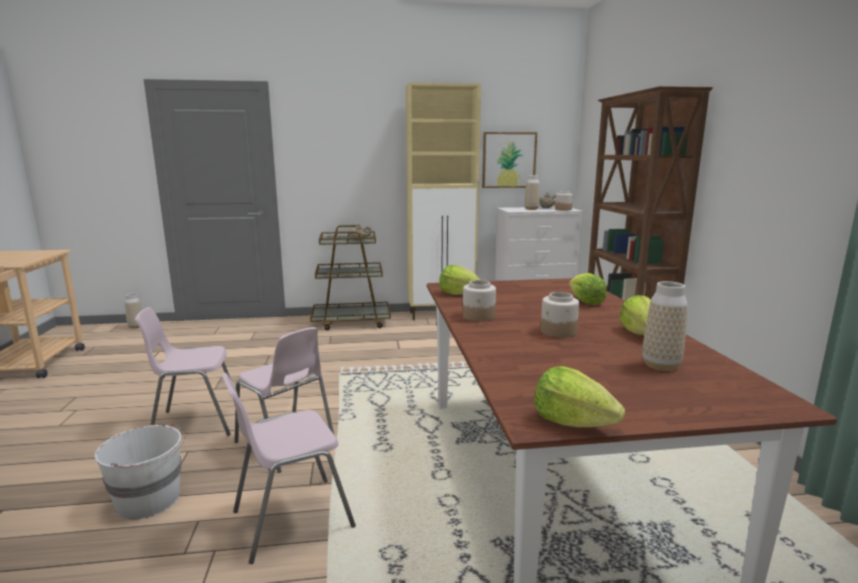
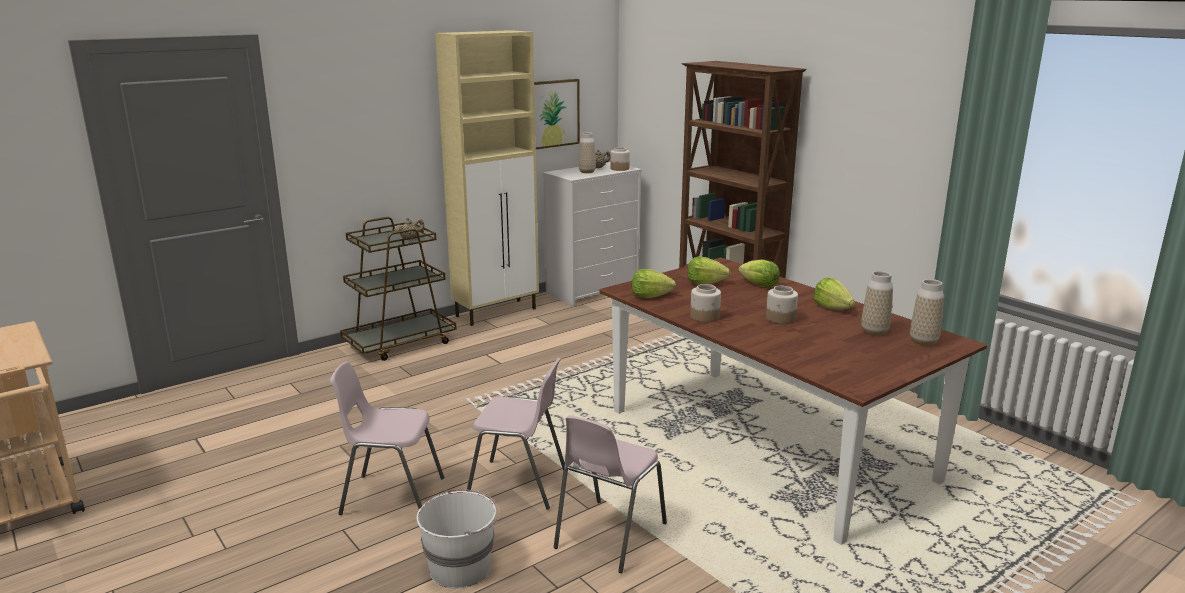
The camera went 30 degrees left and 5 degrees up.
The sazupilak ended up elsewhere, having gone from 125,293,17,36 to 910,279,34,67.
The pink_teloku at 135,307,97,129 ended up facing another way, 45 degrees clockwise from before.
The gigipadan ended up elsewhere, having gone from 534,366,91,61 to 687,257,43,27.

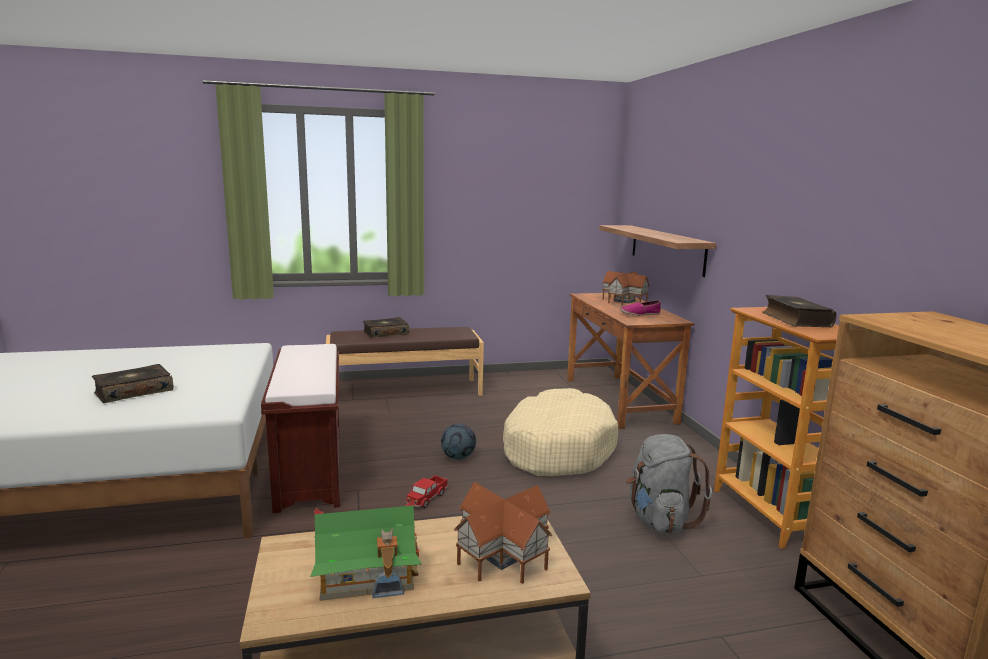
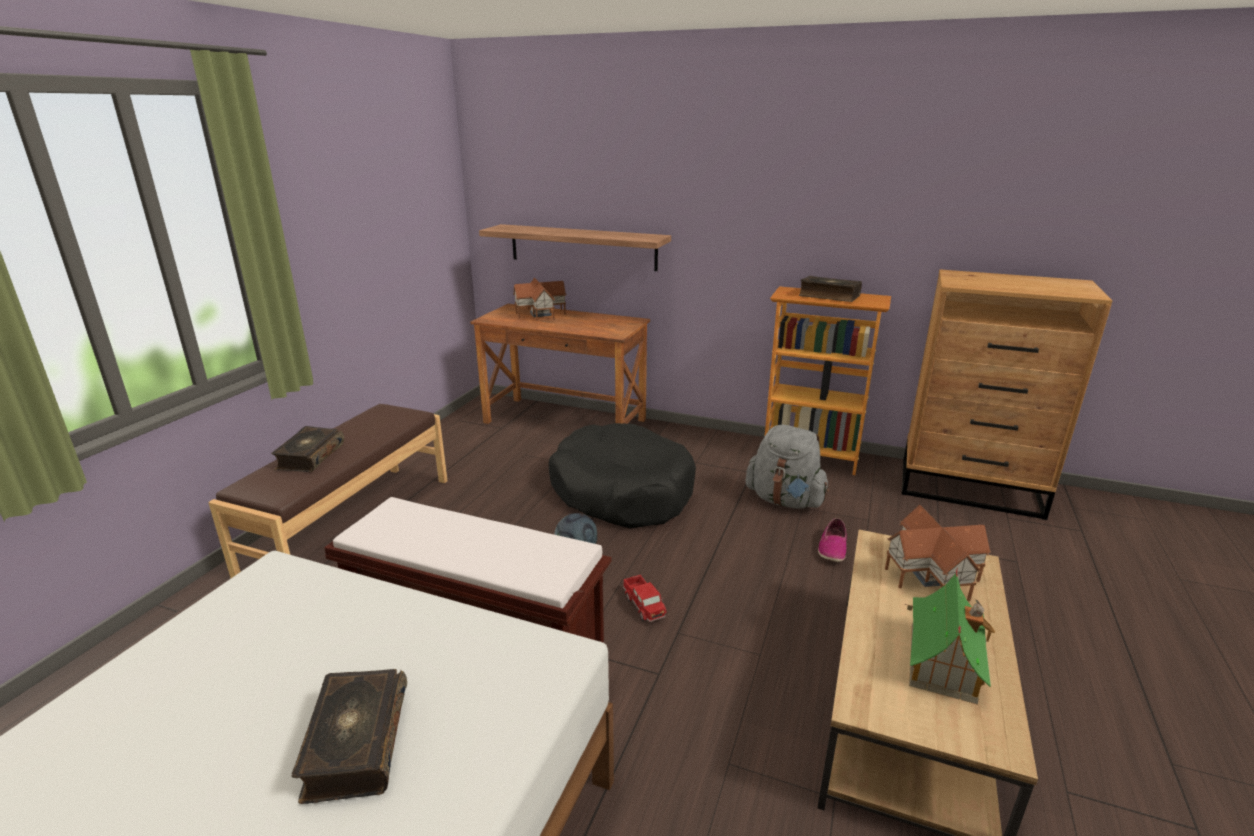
The camera went 55 degrees left and 10 degrees up.
The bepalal ended up elsewhere, having gone from 620,300,41,16 to 818,518,29,44.
What was the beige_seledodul at 503,388,115,88 turned into the black_seledodul at 549,423,147,106.

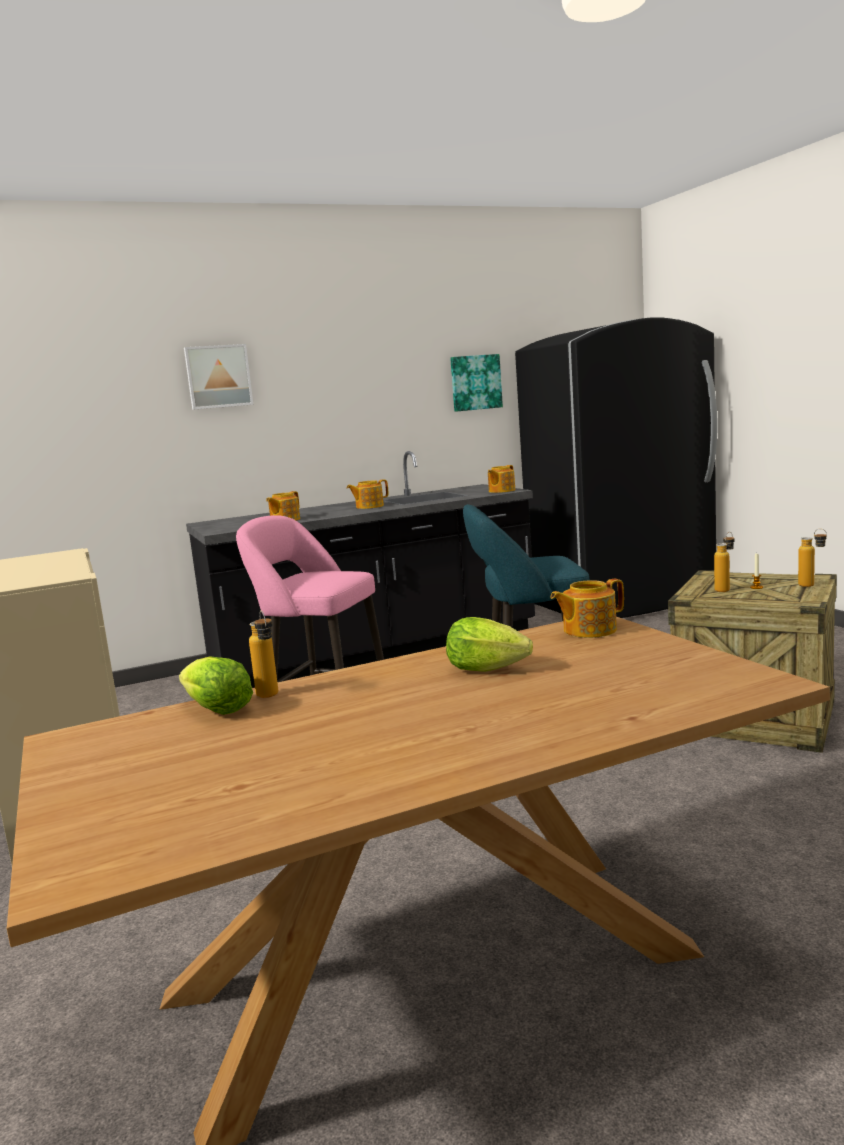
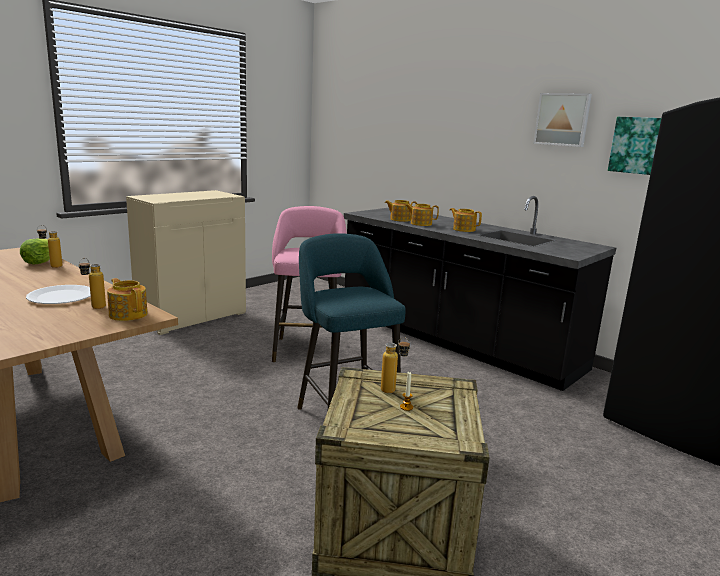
The camera went 65 degrees right and 5 degrees up.
The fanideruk ended up elsewhere, having gone from 184,344,70,66 to 533,93,59,54.
The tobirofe ended up elsewhere, having gone from 488,465,27,28 to 405,204,34,22.
The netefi ended up elsewhere, having gone from 798,528,29,59 to 79,258,27,51.
Where the gigipadan stood at 446,617,87,55, the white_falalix came to stand at 26,285,65,19.

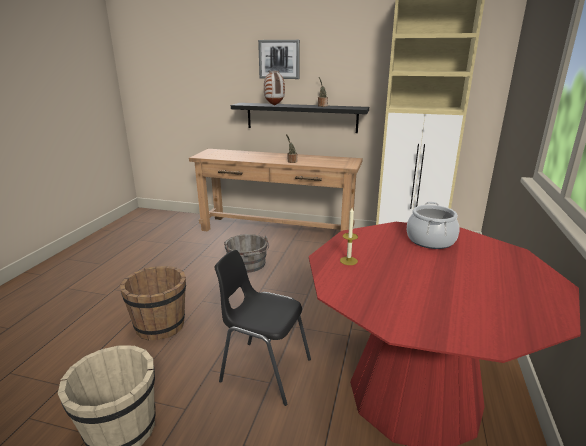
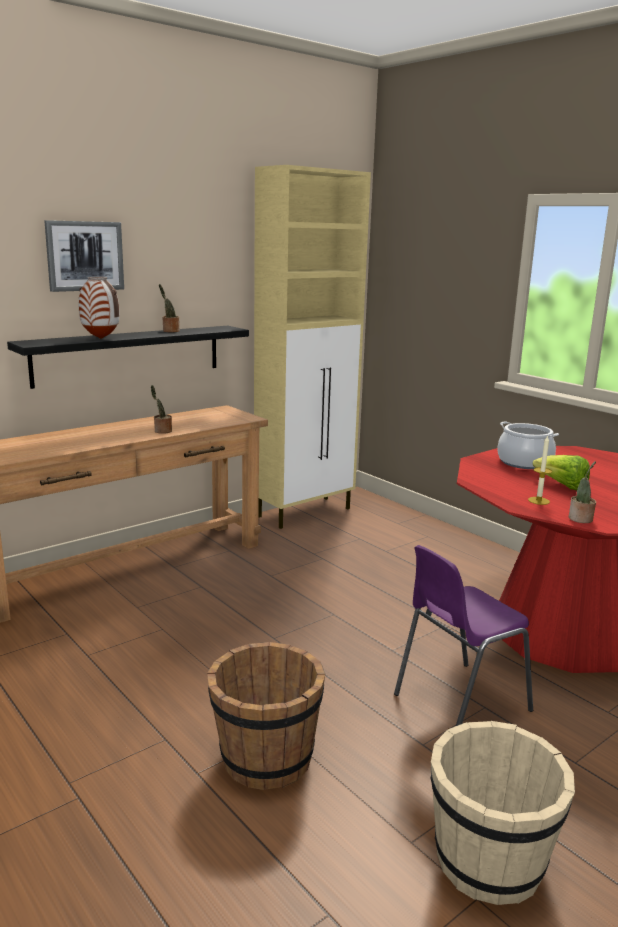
The camera went 55 degrees left and 5 degrees down.
The second view lost the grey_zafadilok at 224,234,45,39.
What was the black_teloku at 215,250,96,156 turned into the purple_teloku at 394,545,139,181.
The second view gained the gigipadan at 533,455,57,35.
The second view gained the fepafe at 569,461,27,62.

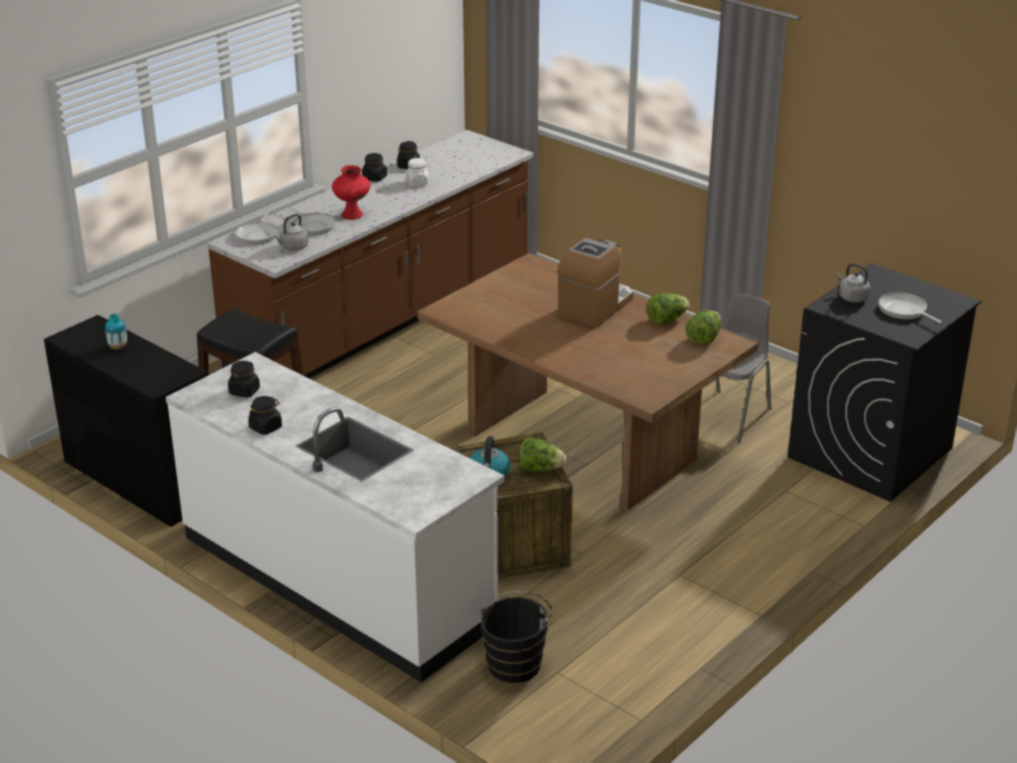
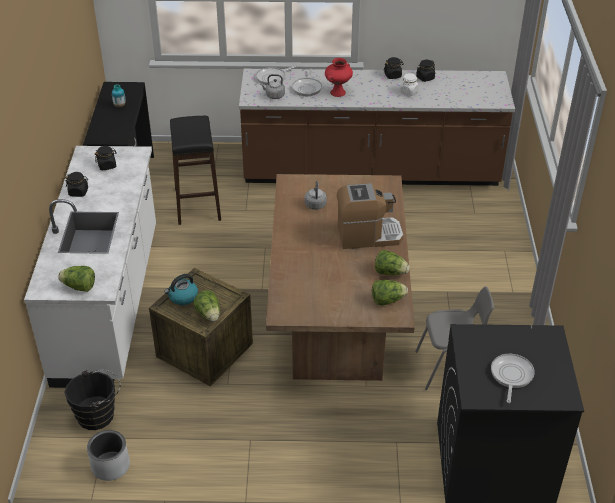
The camera went 50 degrees right and 10 degrees up.
The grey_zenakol ended up elsewhere, having gone from 836,263,34,40 to 305,181,22,29.
The second view gained the gigipadan at 58,266,37,26.
The second view gained the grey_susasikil at 87,430,43,51.

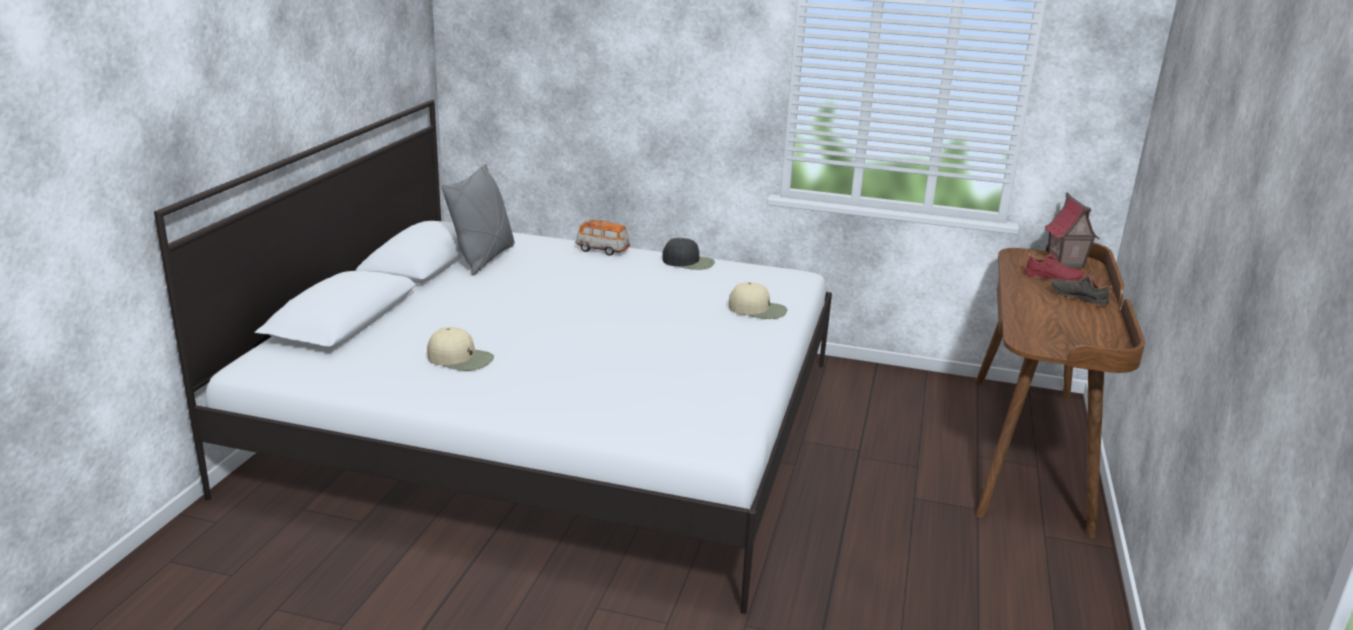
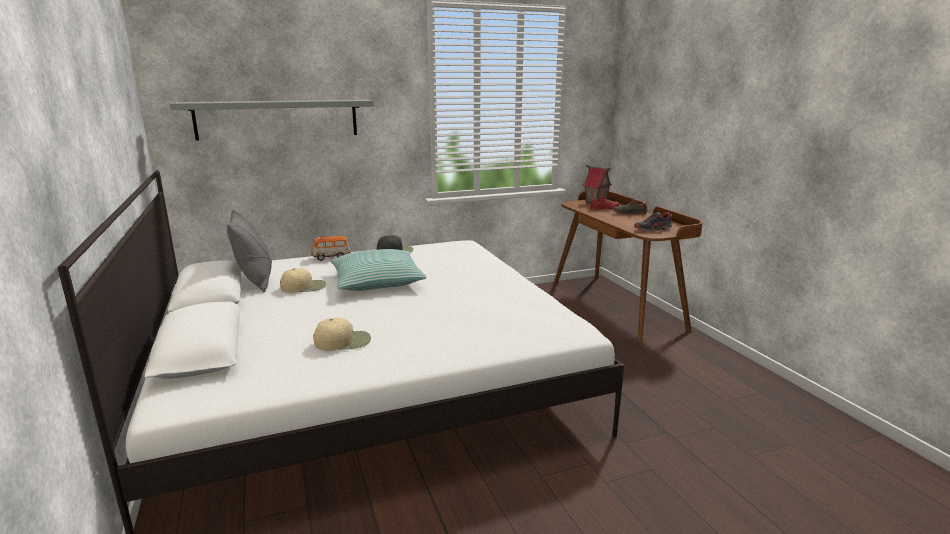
The camera went 35 degrees left and 5 degrees down.
The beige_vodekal ended up elsewhere, having gone from 729,282,58,37 to 280,268,46,25.
The second view gained the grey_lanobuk at 169,100,205,41.
The second view gained the bepalal at 634,212,38,20.
The second view gained the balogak at 330,249,97,42.

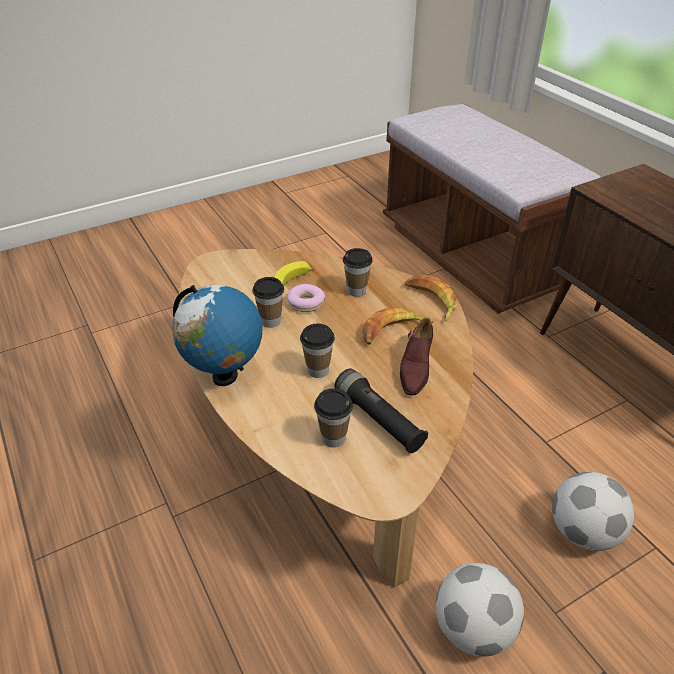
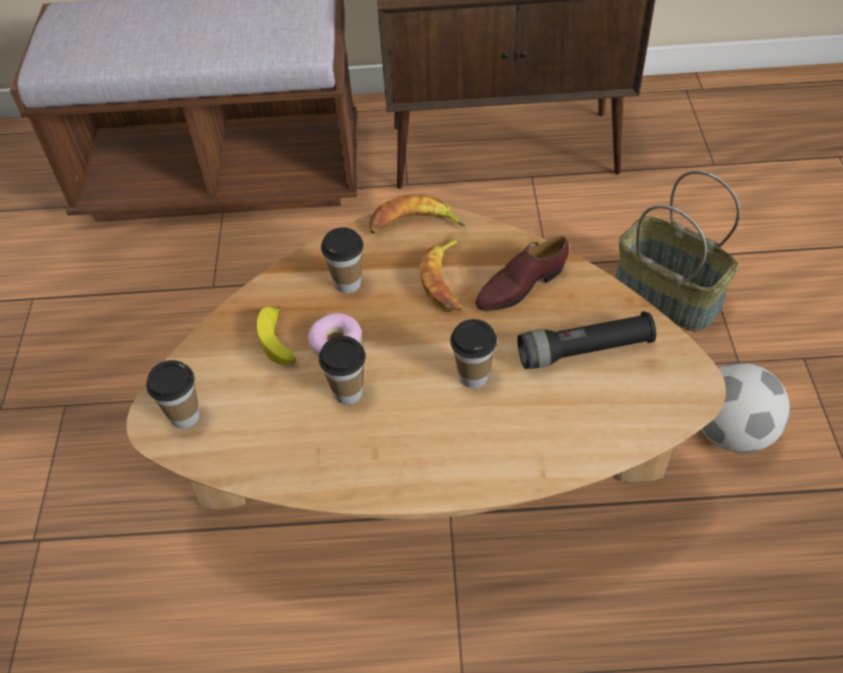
The camera went 60 degrees left and 10 degrees up.
The second view lost the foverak at 172,285,91,101.
The brown_bepalal at 400,318,33,77 ended up facing another way, 105 degrees clockwise from before.
The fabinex ended up elsewhere, having gone from 314,388,39,60 to 146,360,54,69.
Where the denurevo stood at 552,472,82,79, the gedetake came to stand at 615,171,125,161.

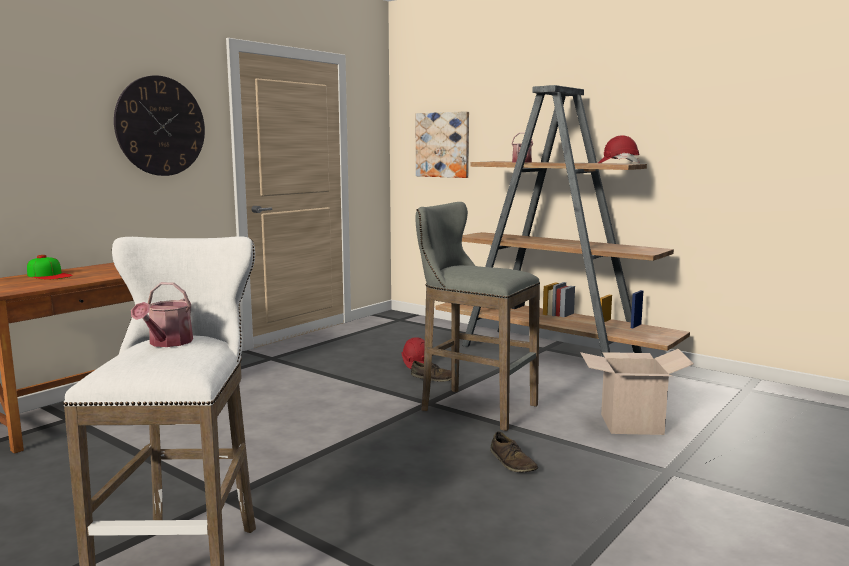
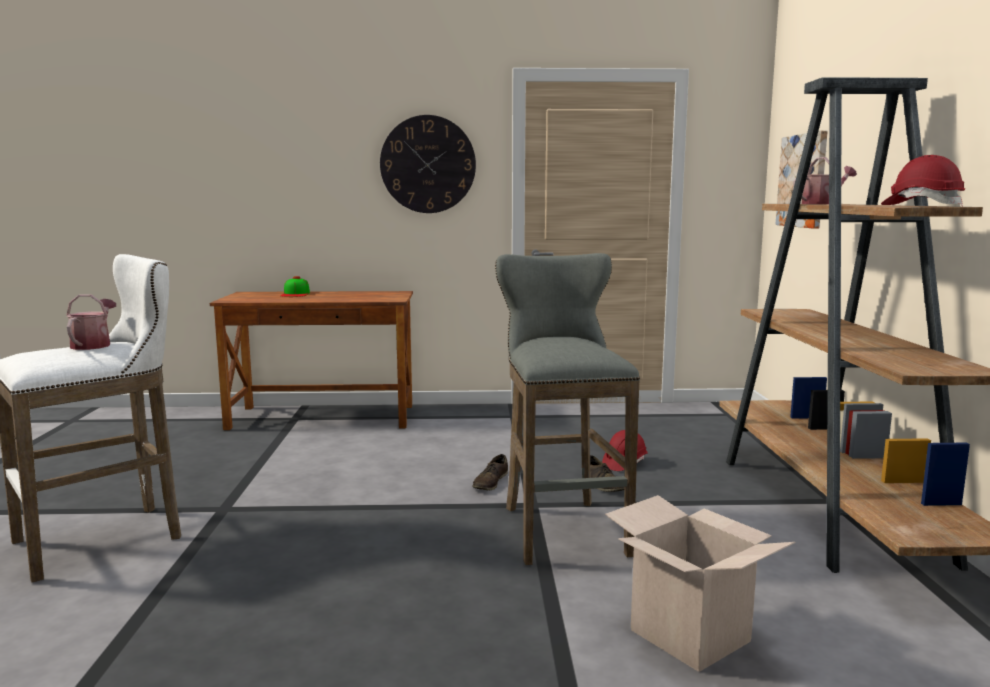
The camera went 50 degrees right and 0 degrees up.
The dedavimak at 131,282,62,65 ended up facing another way, 120 degrees clockwise from before.
The brown_bepalal ended up elsewhere, having gone from 490,431,48,41 to 473,454,35,36.

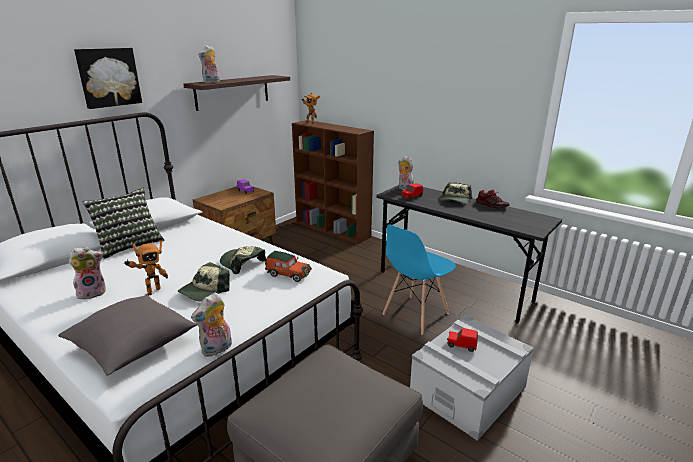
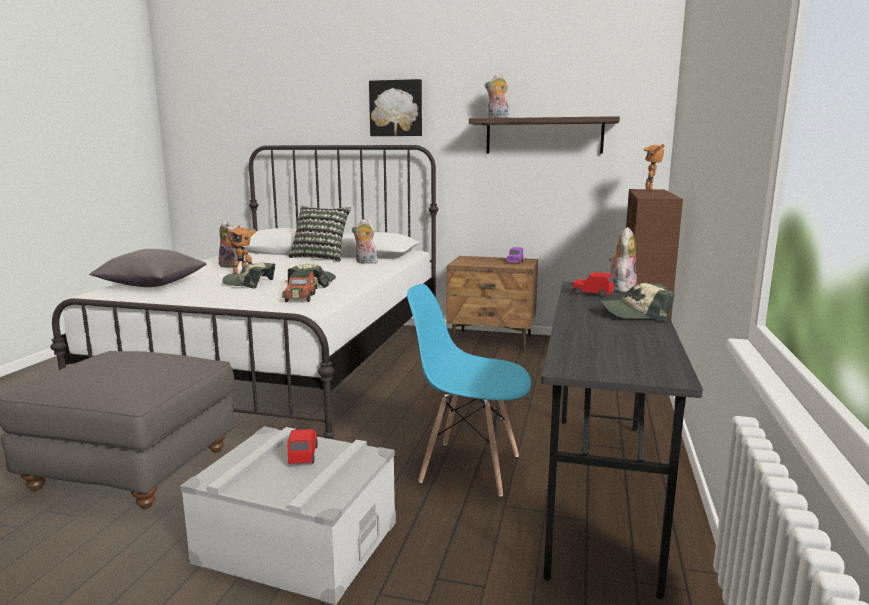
The camera went 65 degrees right and 10 degrees down.
The second view lost the bepalal at 476,189,34,19.
The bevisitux ended up elsewhere, having gone from 191,292,41,65 to 352,219,26,45.

